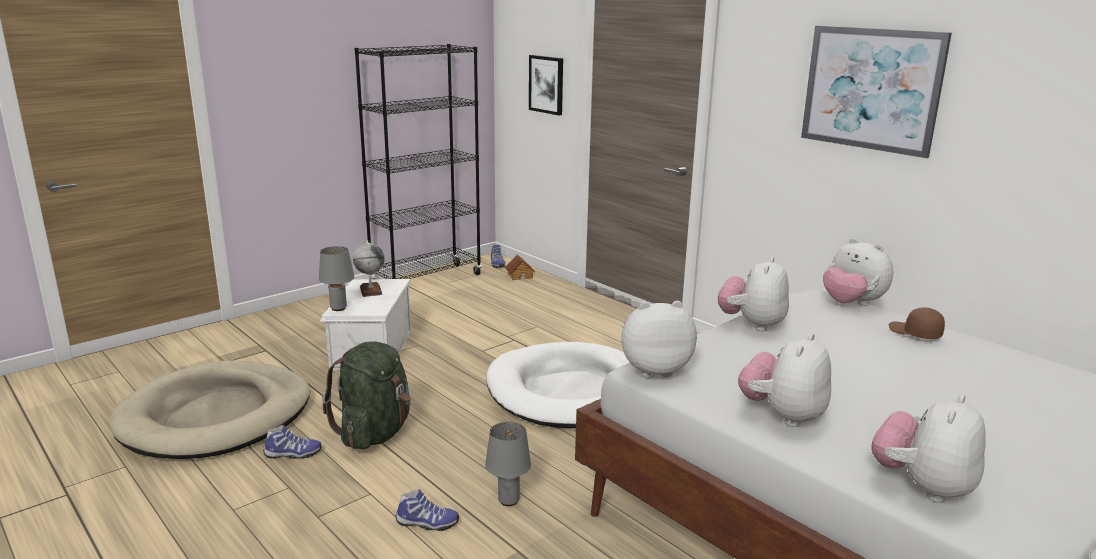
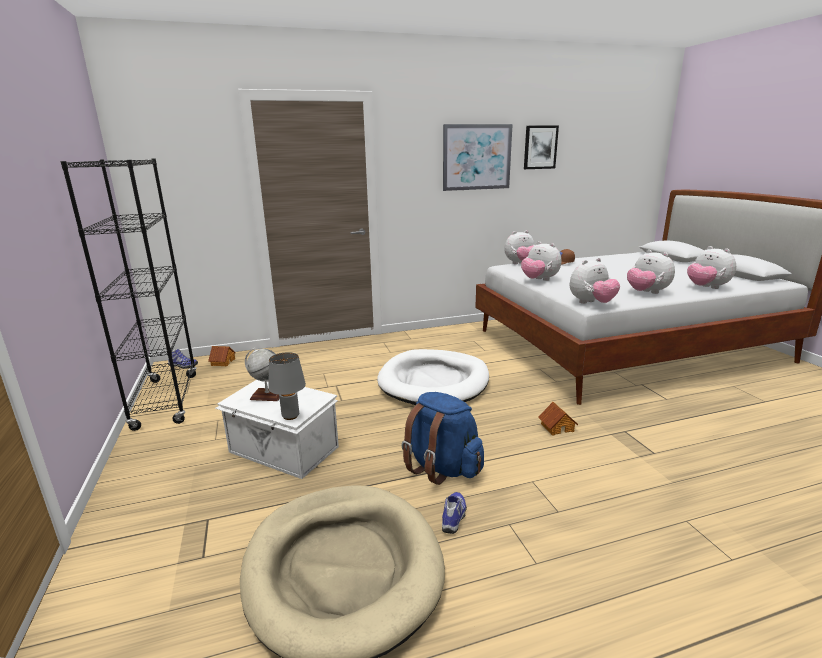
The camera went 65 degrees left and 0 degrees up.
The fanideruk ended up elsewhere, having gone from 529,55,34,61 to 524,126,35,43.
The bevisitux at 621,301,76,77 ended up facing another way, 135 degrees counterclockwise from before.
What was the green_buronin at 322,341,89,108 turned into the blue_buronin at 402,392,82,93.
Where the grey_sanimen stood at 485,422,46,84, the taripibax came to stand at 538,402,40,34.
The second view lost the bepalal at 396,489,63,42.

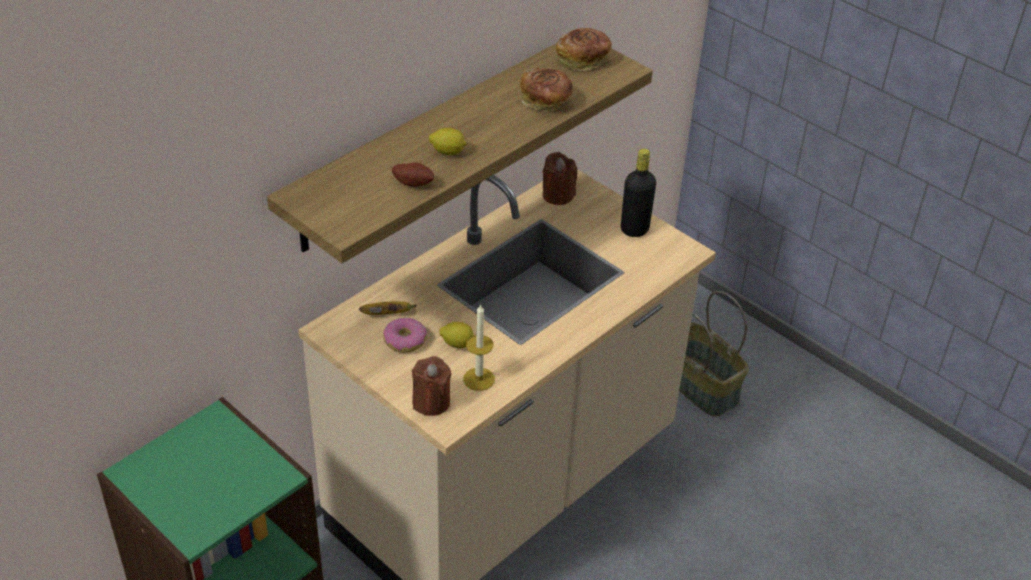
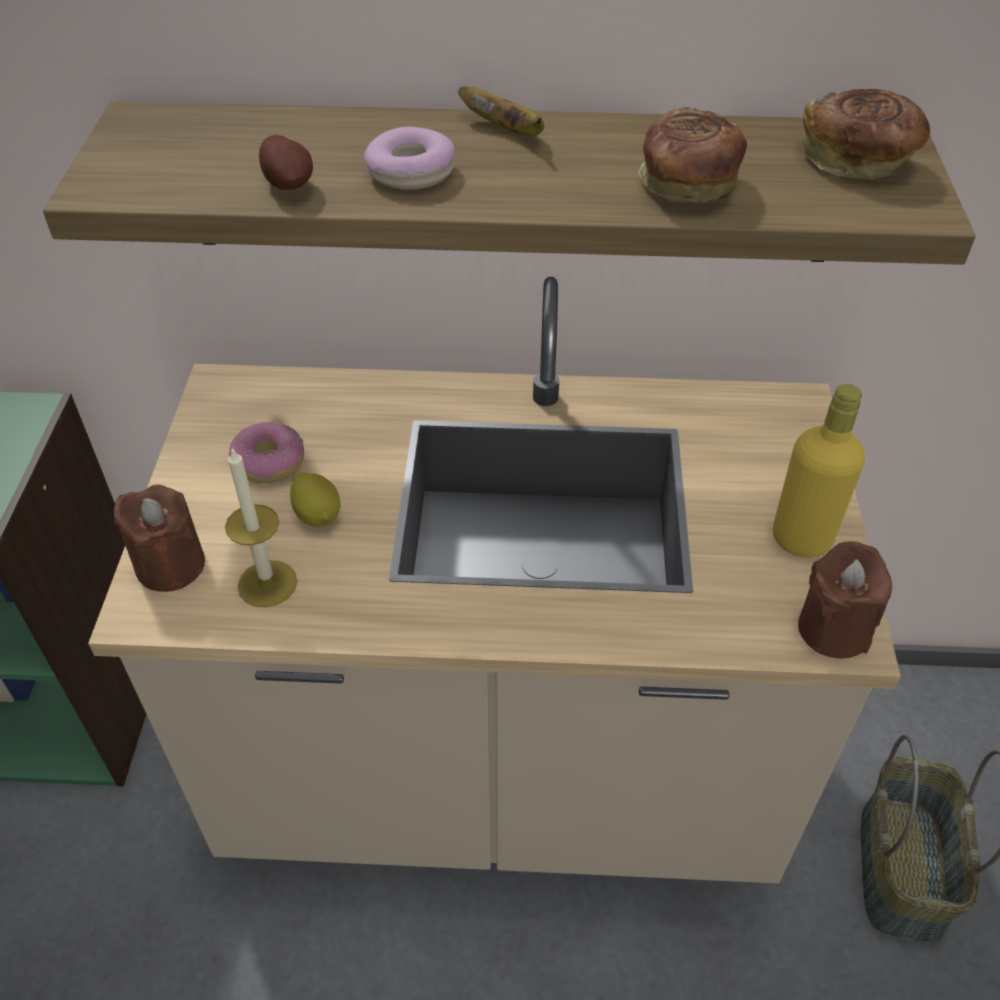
The camera went 50 degrees right and 5 degrees up.
Where the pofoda stood at 429,128,38,27, the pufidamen came to stand at 364,127,91,63.
What was the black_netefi at 621,149,35,88 turned into the yellow_netefi at 773,384,92,174.
The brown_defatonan ended up elsewhere, having gone from 542,152,35,53 to 798,541,94,118.
The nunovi ended up elsewhere, having gone from 359,301,58,14 to 458,86,86,50.

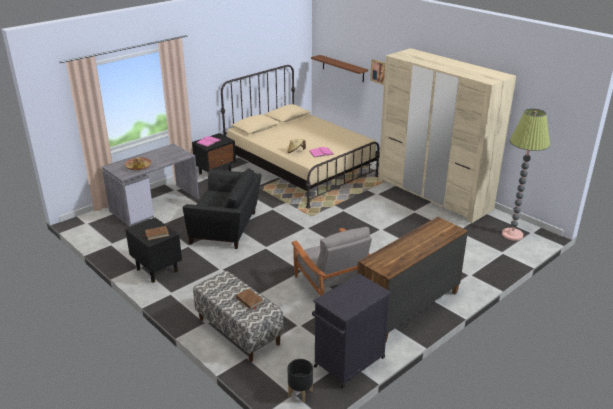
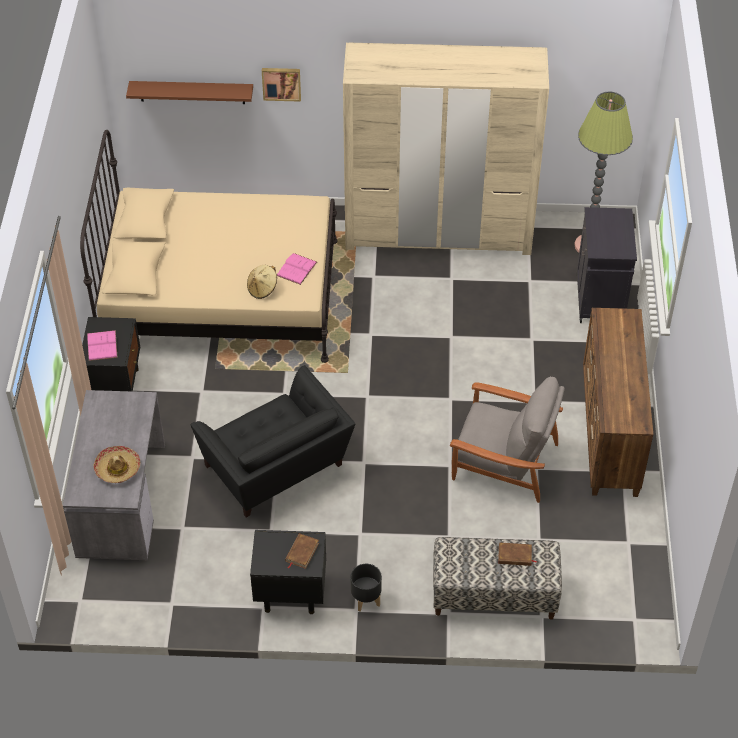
The camera went 45 degrees left and 20 degrees up.
The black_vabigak at 183,168,79,81 ended up facing another way, 90 degrees clockwise from before.
The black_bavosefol ended up elsewhere, having gone from 312,274,79,114 to 577,207,60,116.
The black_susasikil ended up elsewhere, having gone from 288,359,25,44 to 351,564,31,48.

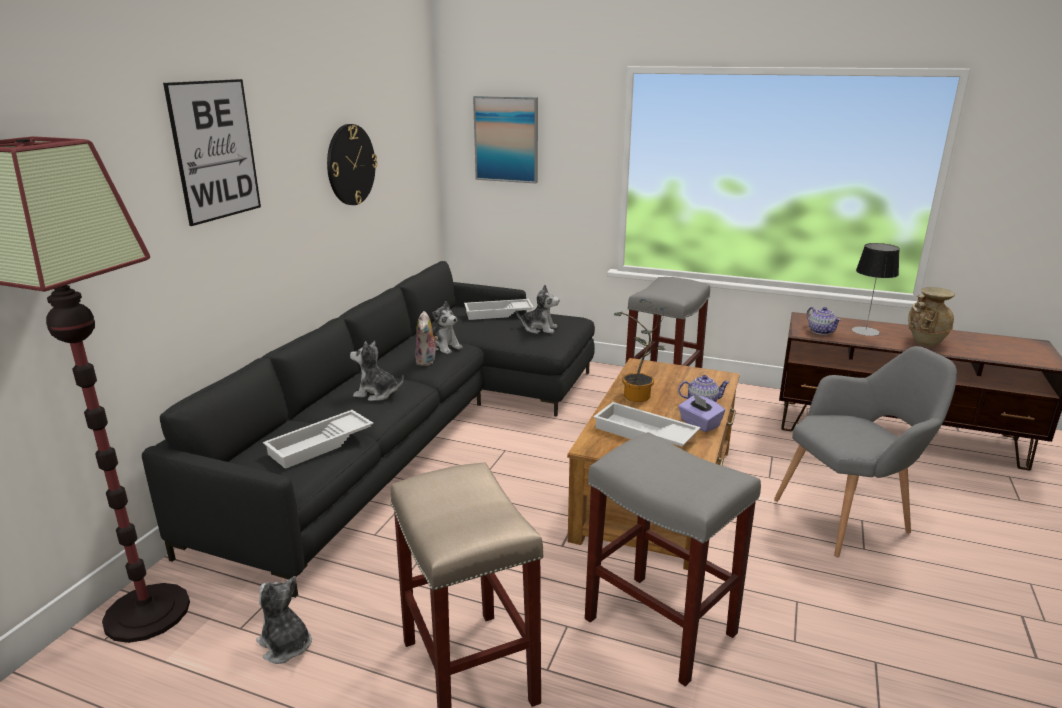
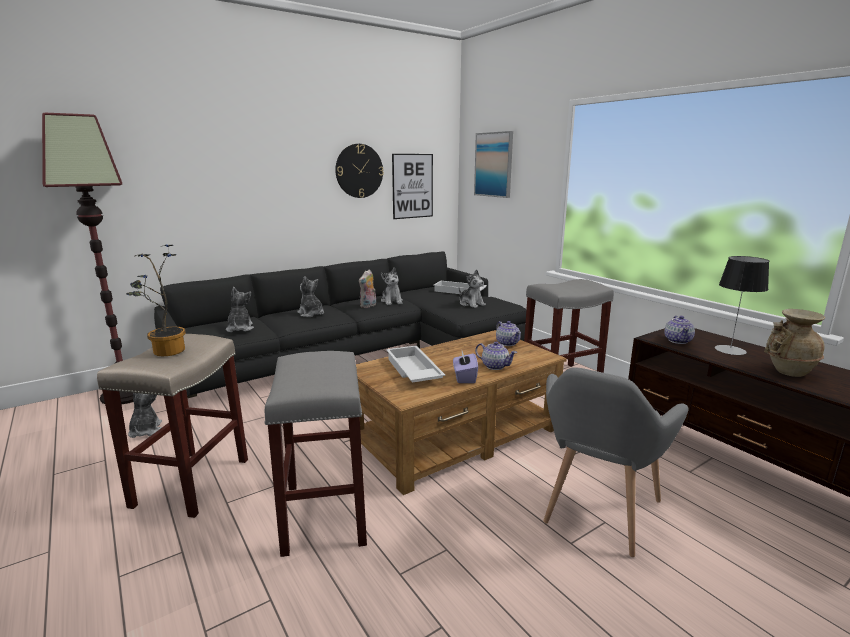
The camera went 35 degrees right and 5 degrees down.
The fanideruk ended up elsewhere, having gone from 163,79,98,147 to 392,154,41,65.
The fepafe ended up elsewhere, having gone from 614,299,52,103 to 126,244,60,112.
The grey_vabigak at 774,346,183,211 ended up facing another way, 105 degrees clockwise from before.
Where the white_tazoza stood at 263,410,111,59, the bevisitux came to stand at 226,287,28,45.
The second view gained the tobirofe at 496,321,25,25.

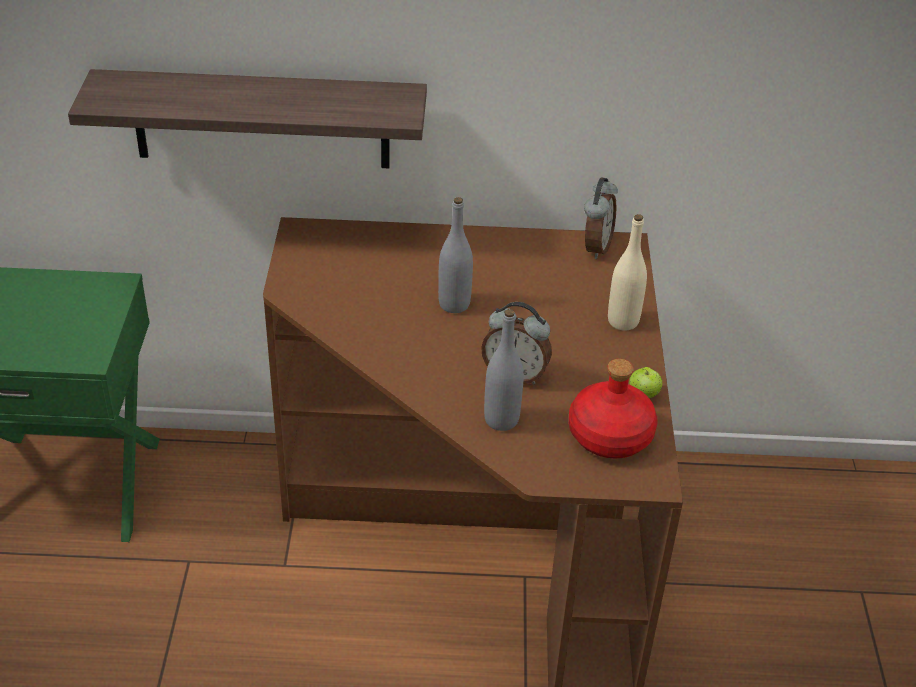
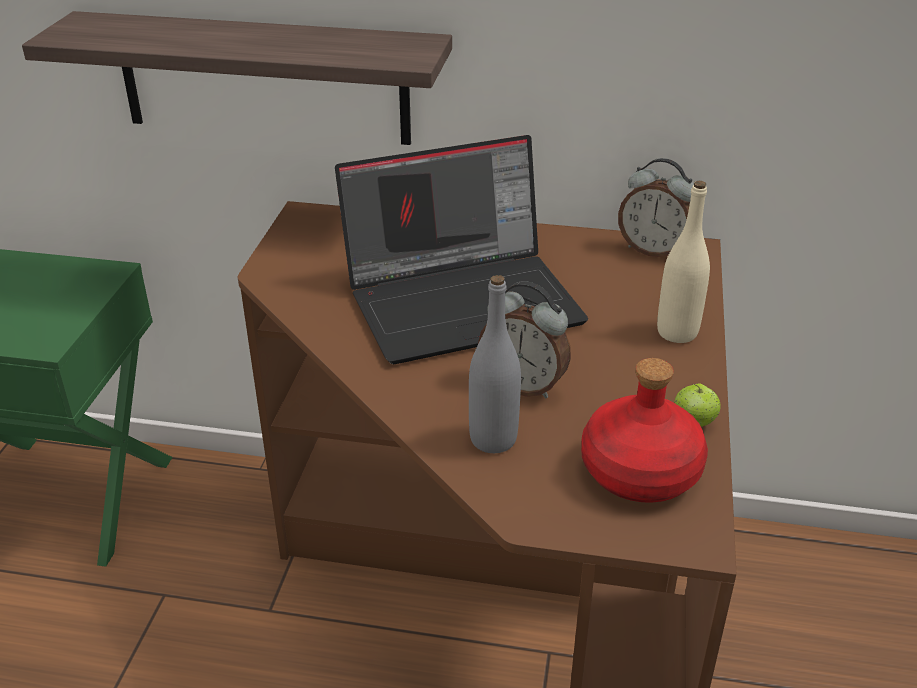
The camera went 10 degrees right and 5 degrees down.
The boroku at 584,177,34,82 ended up facing another way, 90 degrees clockwise from before.
Where the grey_netefi stood at 438,197,35,116, the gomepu came to stand at 335,135,253,229.

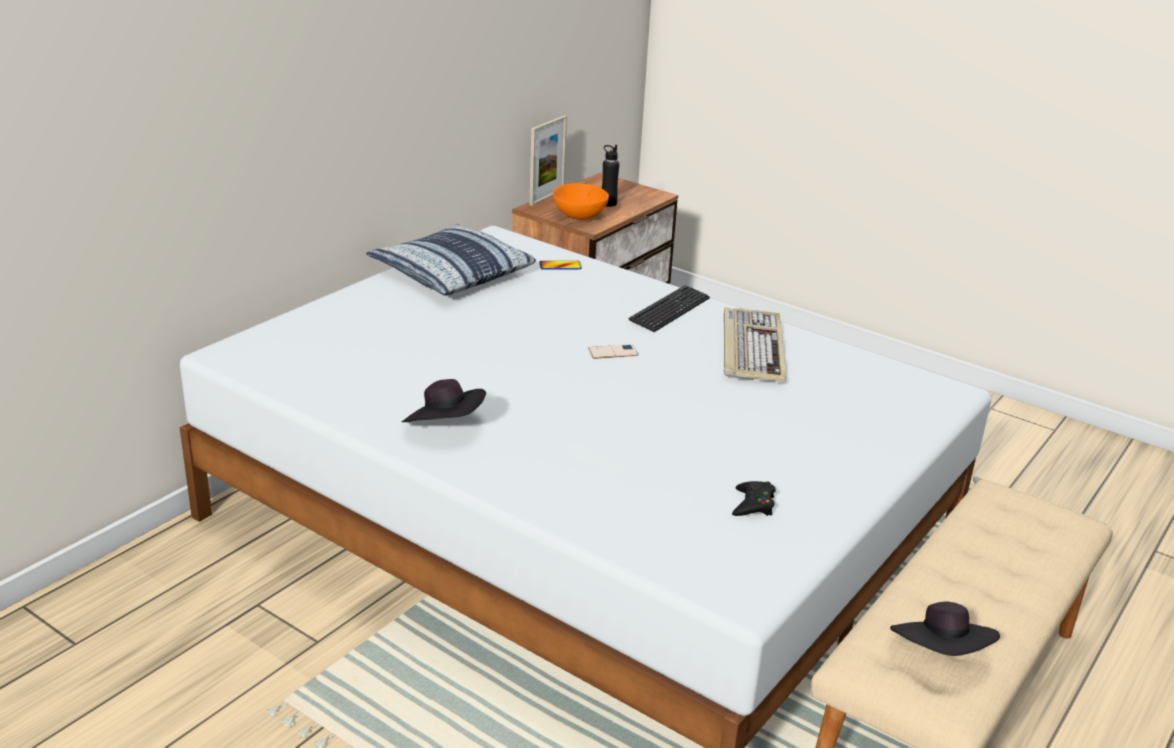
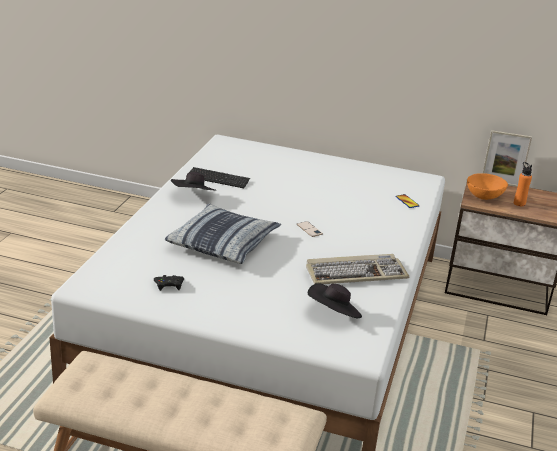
The camera went 70 degrees right and 0 degrees up.
What was the black_netefi at 602,145,17,62 turned into the orange_netefi at 514,162,18,44.
The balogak ended up elsewhere, having gone from 366,224,170,72 to 165,203,116,61.
The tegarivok ended up elsewhere, having gone from 628,285,82,47 to 190,167,60,21.
The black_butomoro ended up elsewhere, having gone from 890,602,110,54 to 308,283,54,35.

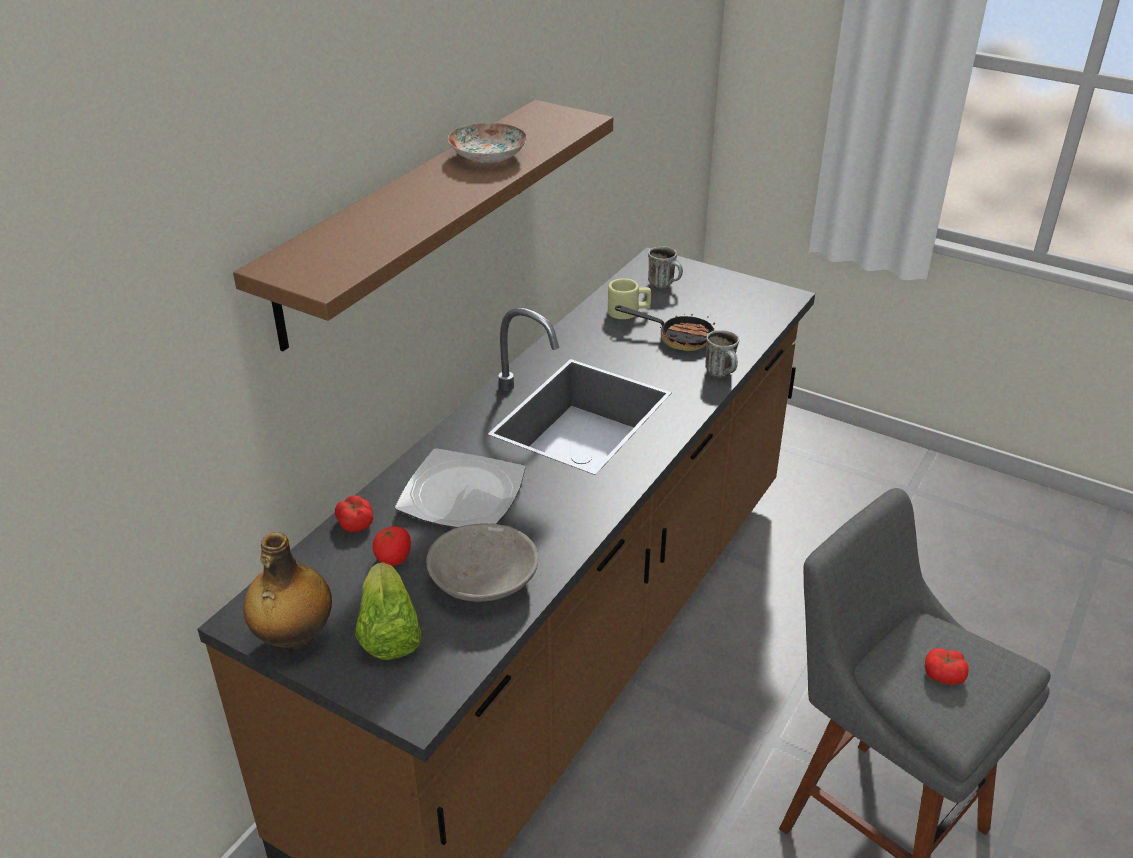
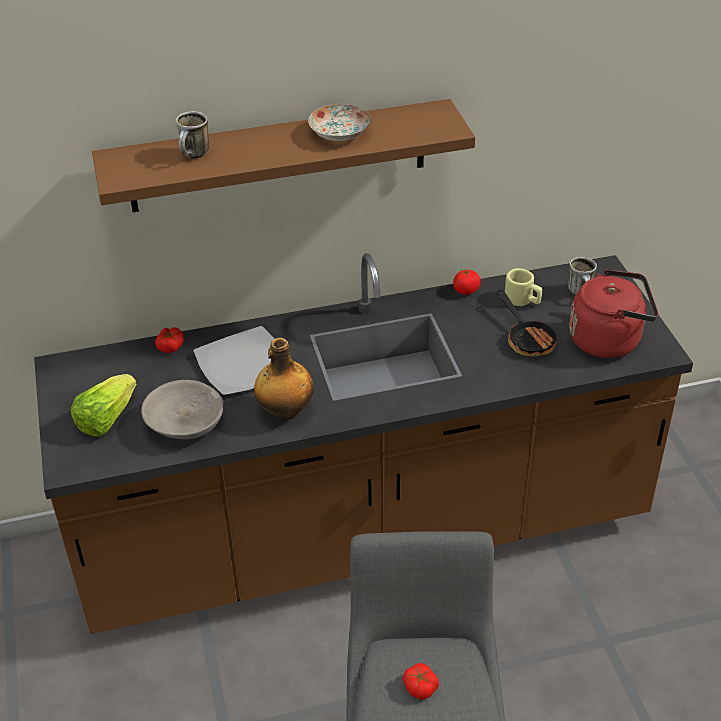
The camera went 45 degrees right and 5 degrees up.
The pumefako ended up elsewhere, having gone from 705,330,34,48 to 176,111,33,48.
The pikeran ended up elsewhere, having gone from 373,526,38,40 to 453,270,28,25.
The netefi ended up elsewhere, having gone from 243,532,89,120 to 254,338,60,82.
The second view gained the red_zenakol at 569,269,89,89.

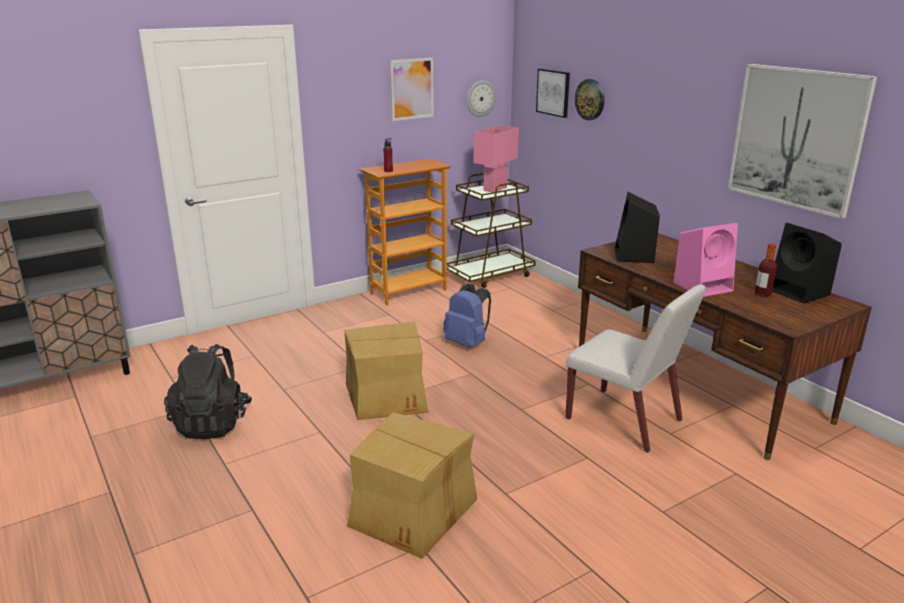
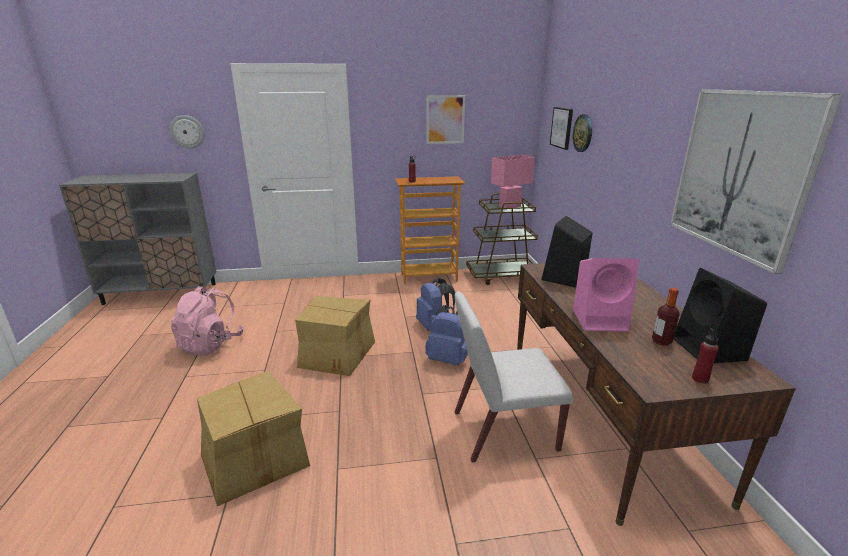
The camera went 25 degrees right and 0 degrees up.
The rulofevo ended up elsewhere, having gone from 467,80,29,37 to 170,115,34,34.
The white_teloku at 566,284,140,169 ended up facing another way, 105 degrees clockwise from before.
What was the black_buronin at 164,344,88,95 turned into the pink_buronin at 171,286,73,70.
The second view gained the blue_buronin at 425,305,43,60.
The second view gained the red_netefi at 692,328,27,56.

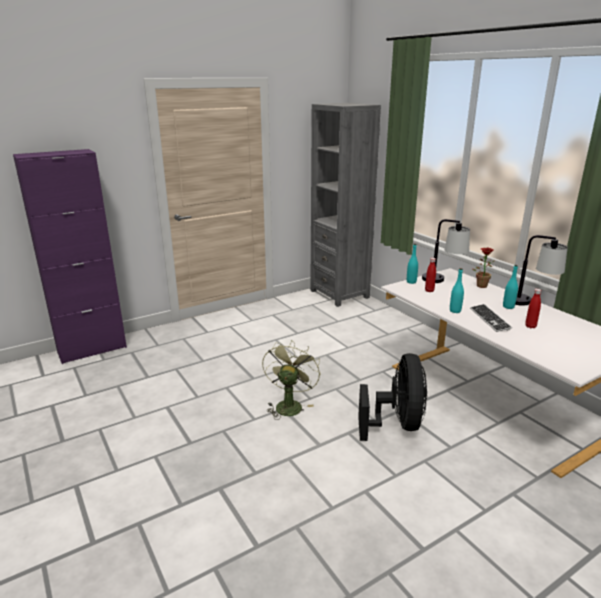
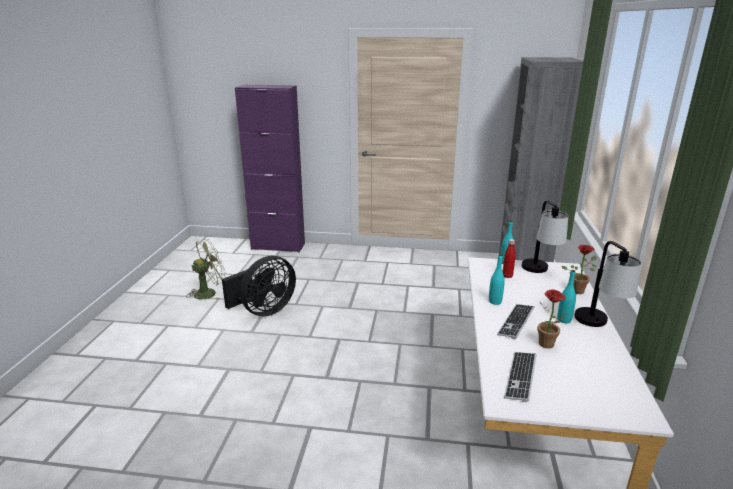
The camera went 40 degrees right and 0 degrees up.
Where the red_netefi stood at 525,289,17,39, the fepafe came to stand at 538,289,29,59.
The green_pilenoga ended up elsewhere, having gone from 262,340,59,80 to 188,239,38,61.
The black_pilenoga ended up elsewhere, having gone from 358,353,69,88 to 222,256,74,60.
The second view gained the tegarivok at 504,352,32,50.

